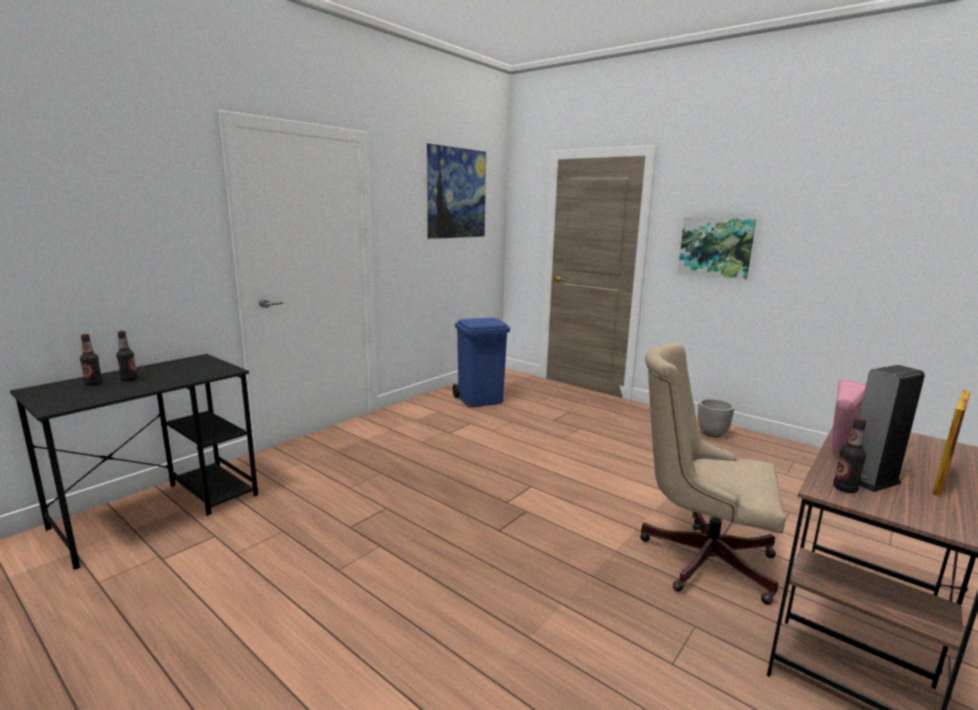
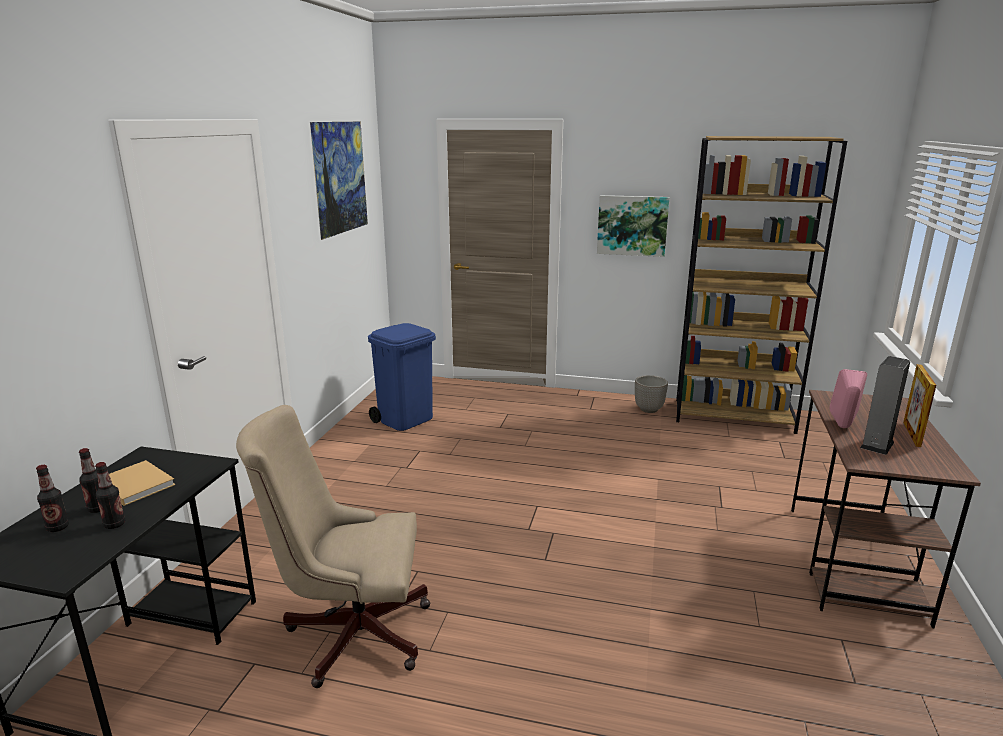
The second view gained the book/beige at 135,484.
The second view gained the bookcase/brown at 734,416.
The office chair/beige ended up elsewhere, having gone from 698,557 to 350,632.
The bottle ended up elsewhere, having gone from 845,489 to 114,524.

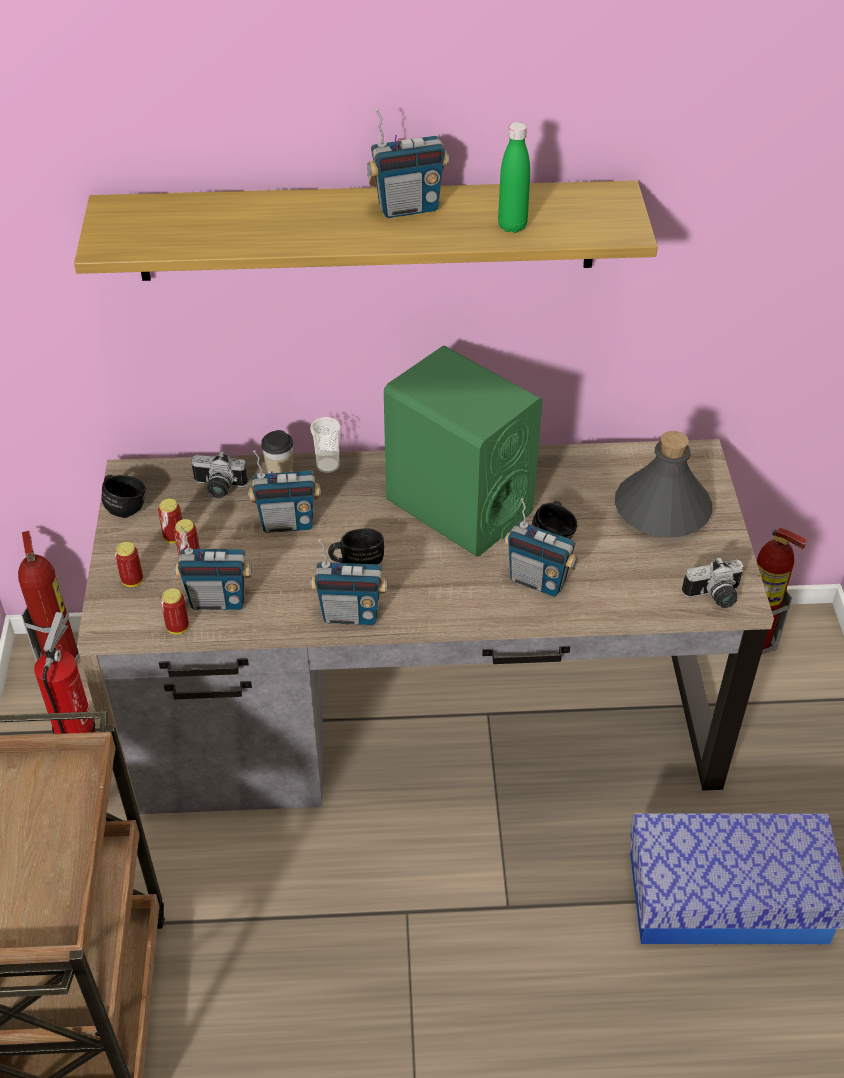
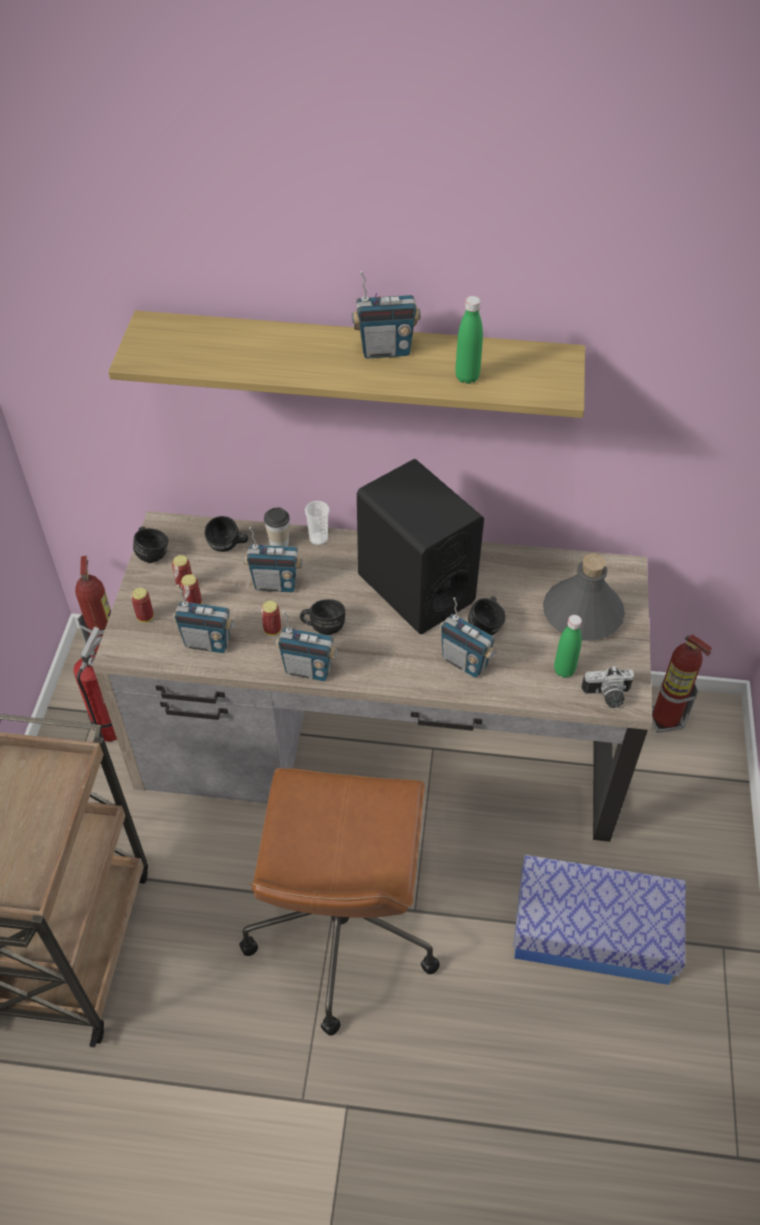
The second view gained the office chair/brown at 341,930.
The second view gained the bottle/green at 564,670.
The can ended up elsewhere, having gone from 178,627 to 272,630.
Where the photo camera stood at 218,488, the mug/black came to stand at 228,547.
What was the speaker/green at 458,506 turned into the speaker/black at 415,588.

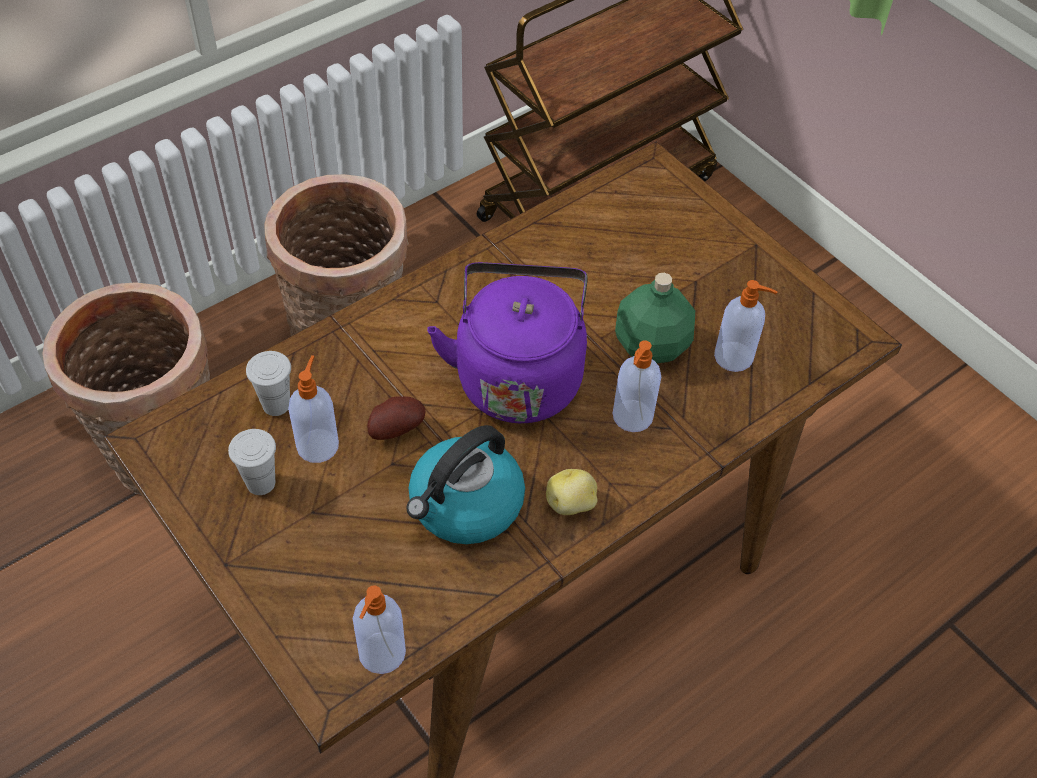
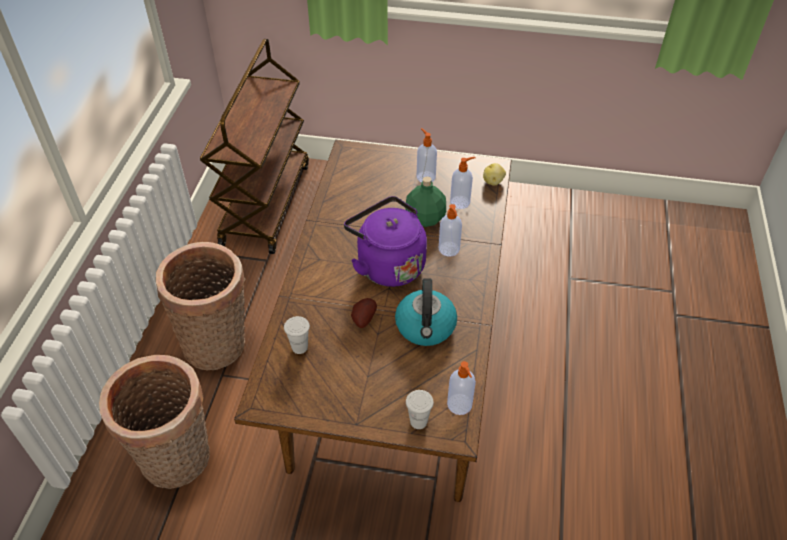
The cup/white ended up elsewhere, having gone from 261,483 to 418,421.
The soap dispenser ended up elsewhere, having gone from 318,444 to 425,176.
The potato ended up elsewhere, having gone from 571,504 to 493,181.

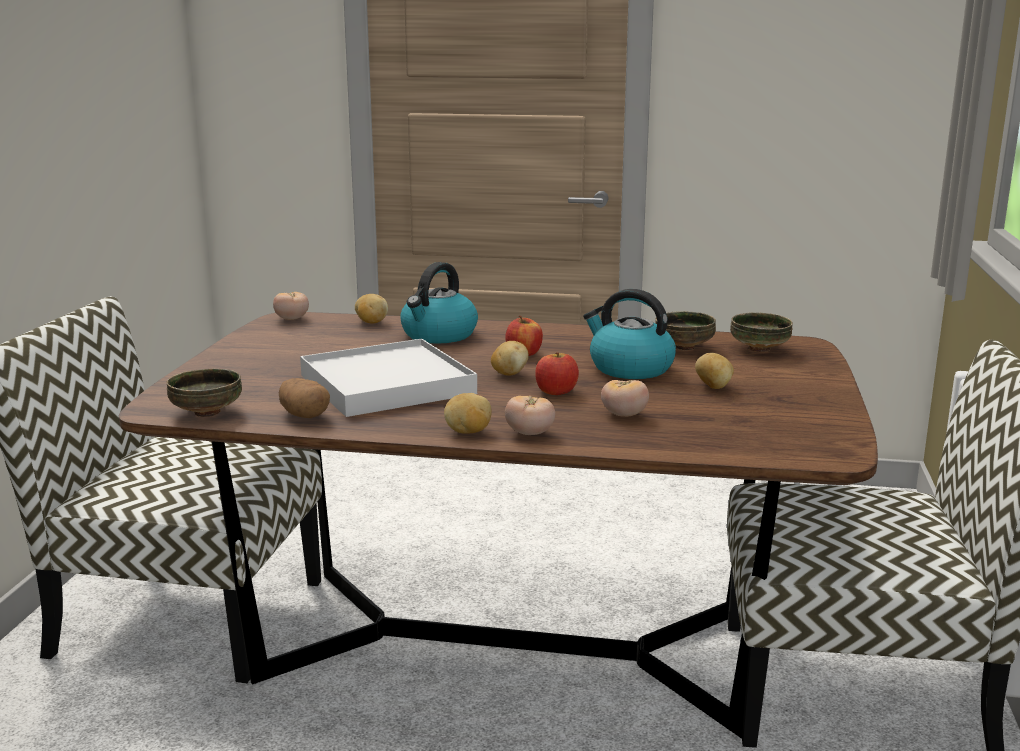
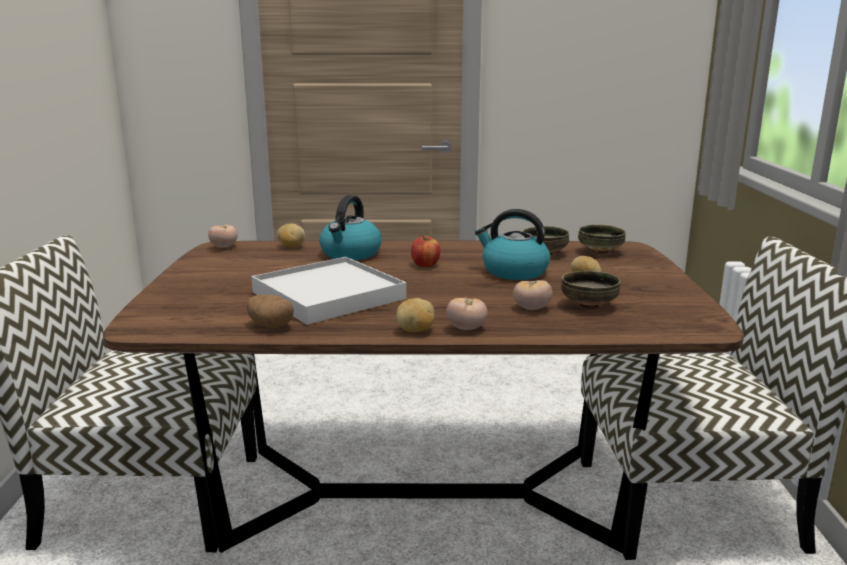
The second view lost the potato at 509,374.
The second view lost the apple at 556,391.
The bowl ended up elsewhere, having gone from 206,413 to 589,306.

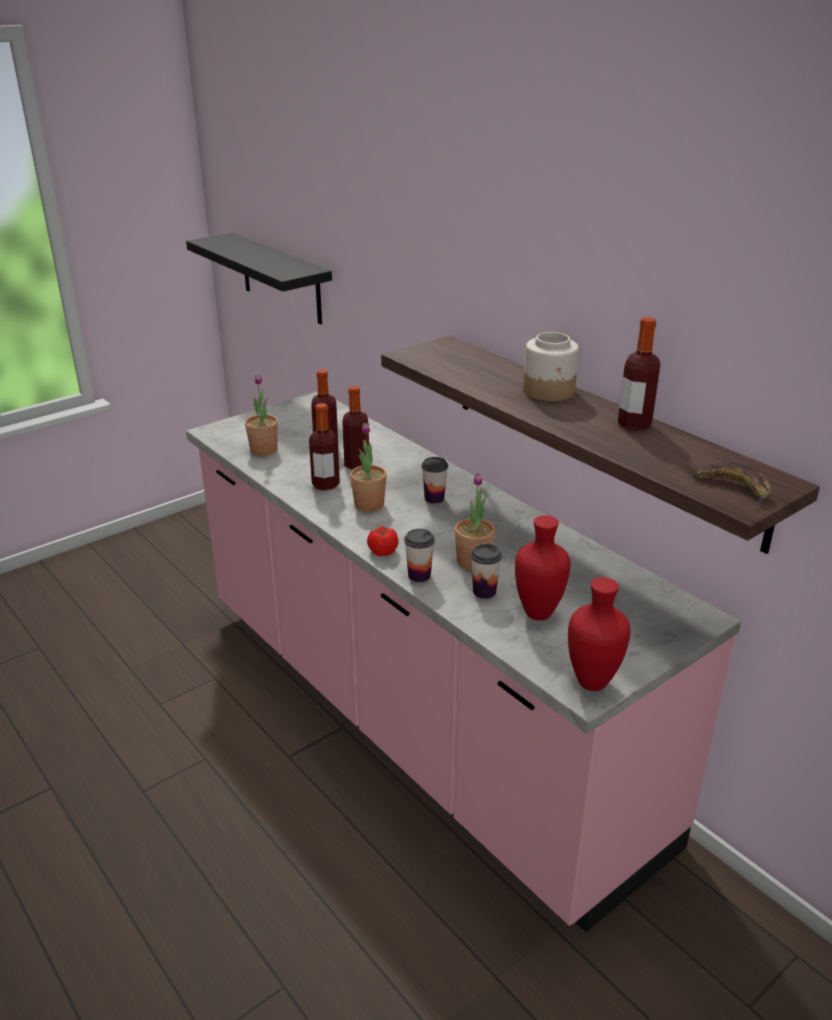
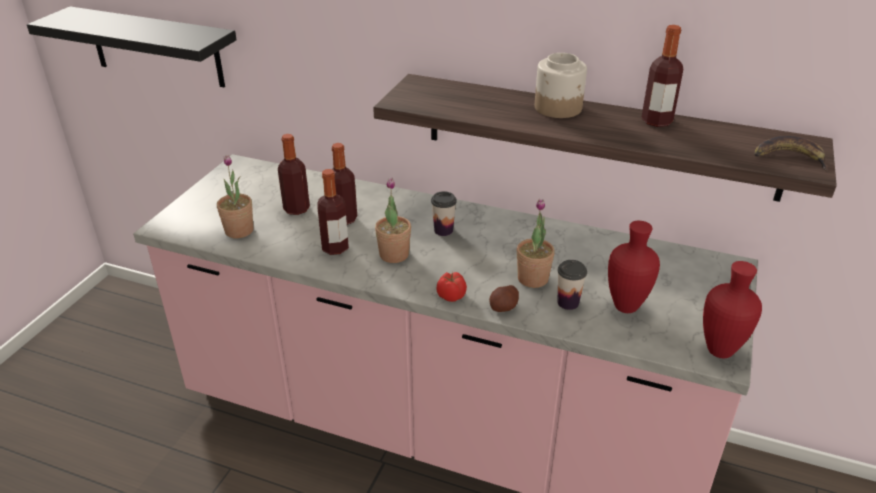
Where the cup stood at 419,575, the potato came to stand at 503,307.

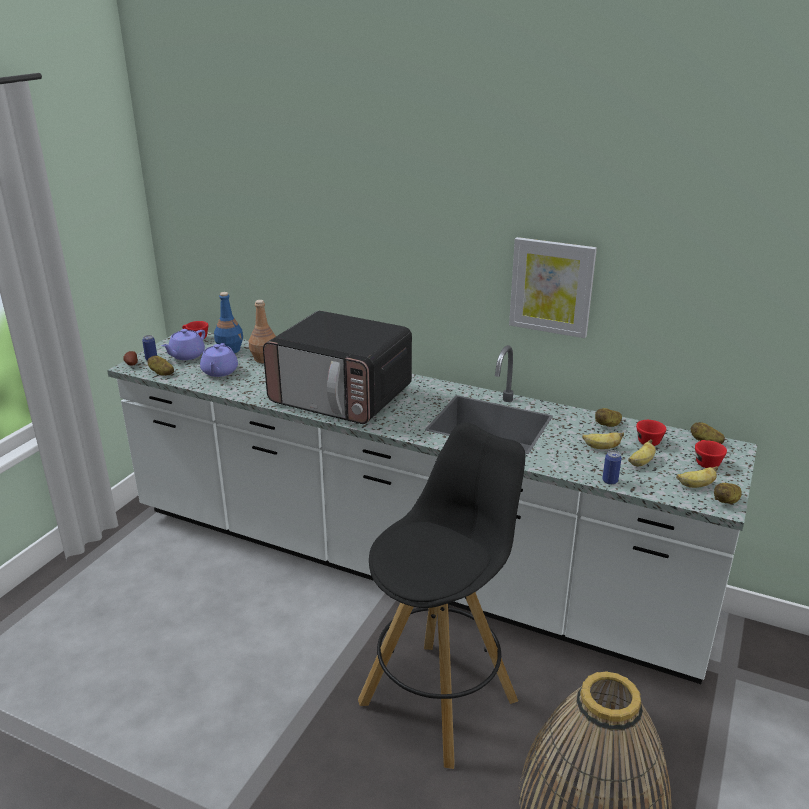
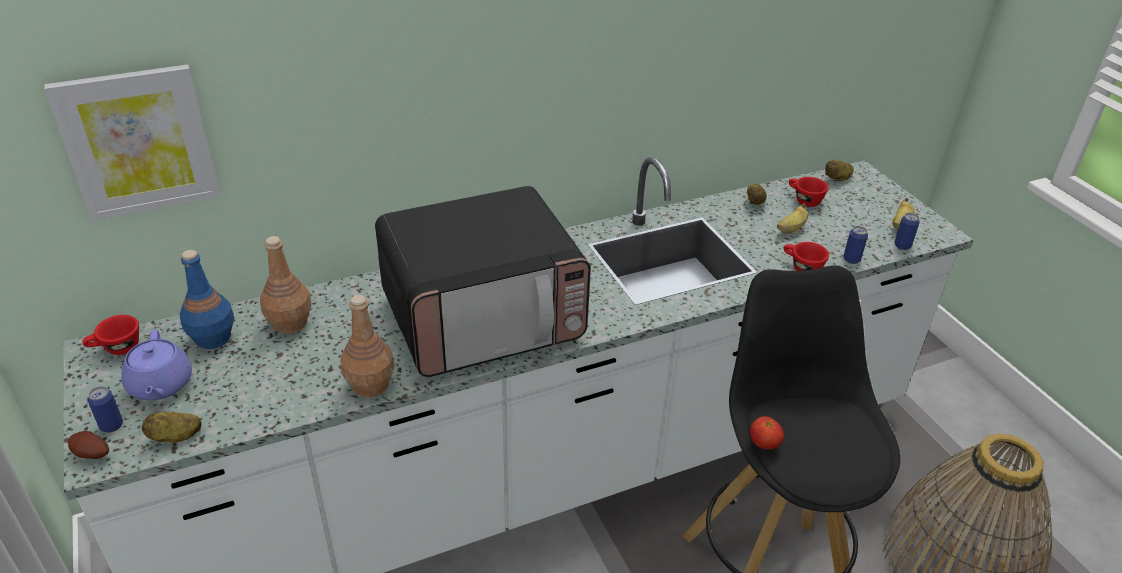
The second view lost the teapot/purple at 219,372.
The second view lost the banana at 641,463.
The second view lost the potato at 726,501.
The second view gained the bottle/brown at 370,384.
The second view gained the tomato at 764,444.
The second view gained the can at 902,246.
The picture ended up elsewhere, having gone from 552,286 to 138,141.
The cup/red ended up elsewhere, having gone from 705,461 to 801,268.

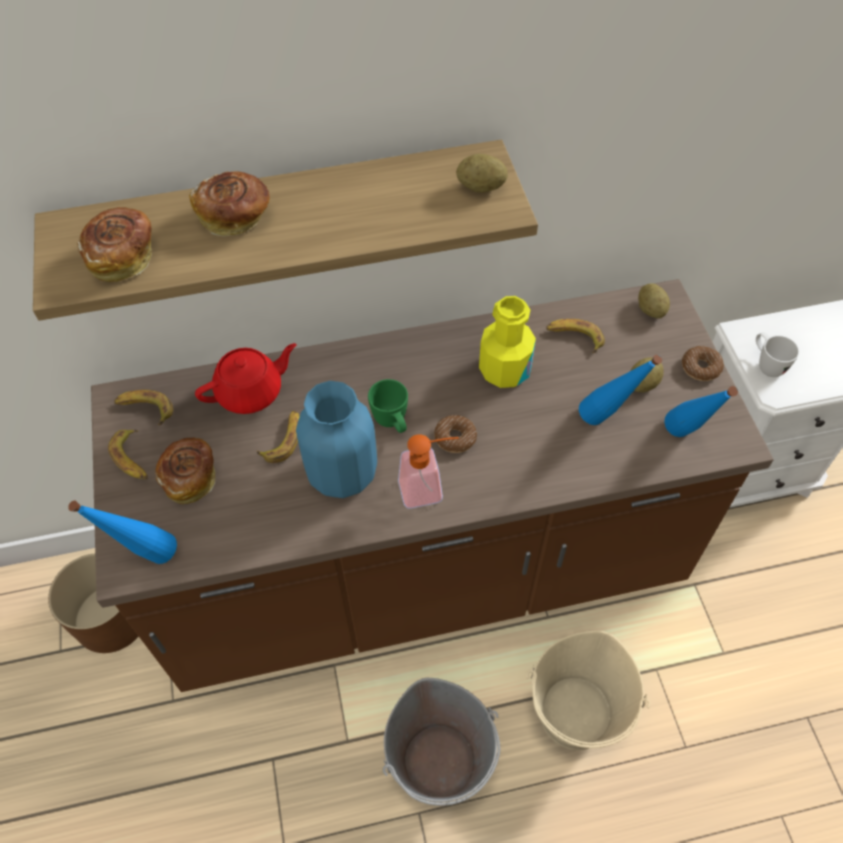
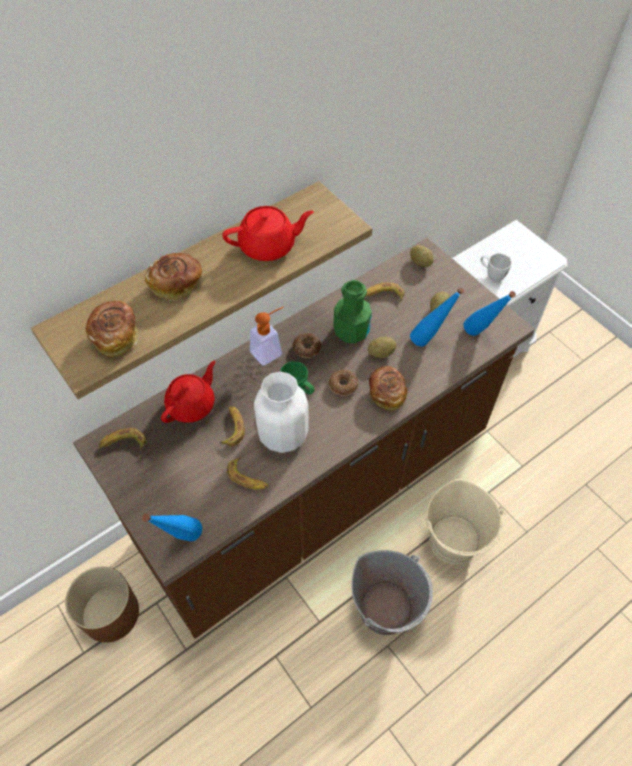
The second view gained the teapot/red at 268,246.
The banana ended up elsewhere, having gone from 132,459 to 248,478.
The bread ended up elsewhere, having gone from 190,478 to 386,394.
The soap dispenser ended up elsewhere, having gone from 428,489 to 270,350.
The potato ended up elsewhere, having gone from 481,187 to 381,353.
The donut ended up elsewhere, having gone from 700,367 to 306,348.
What was the vase/blue at 342,473 turned into the vase/white at 283,434.
What was the bottle/yellow at 504,370 turned into the bottle/green at 351,331.

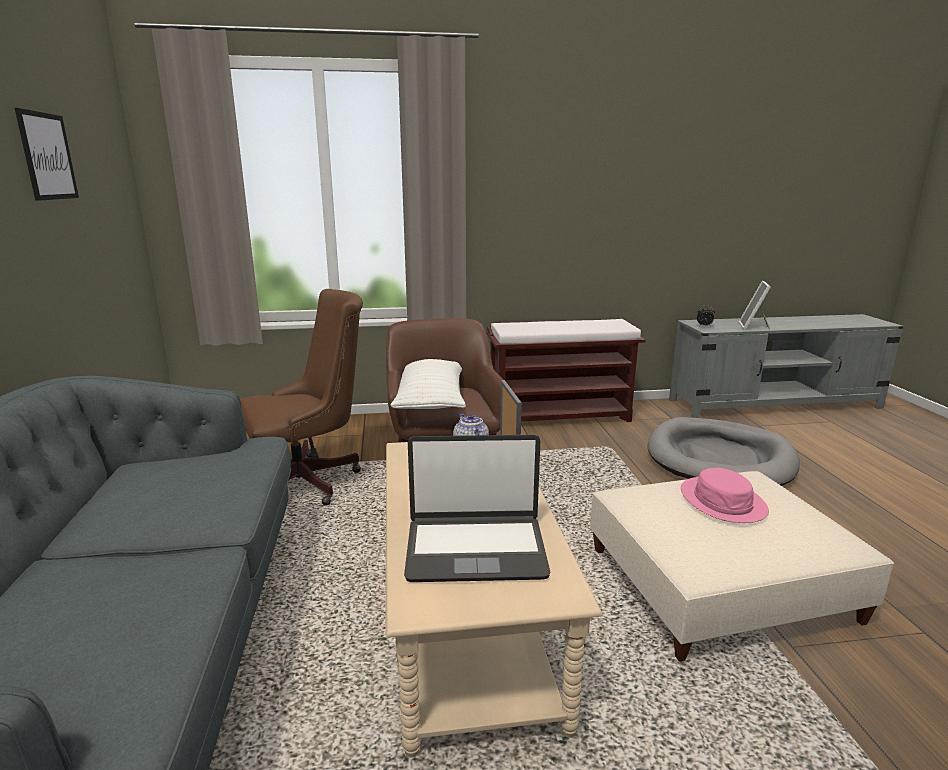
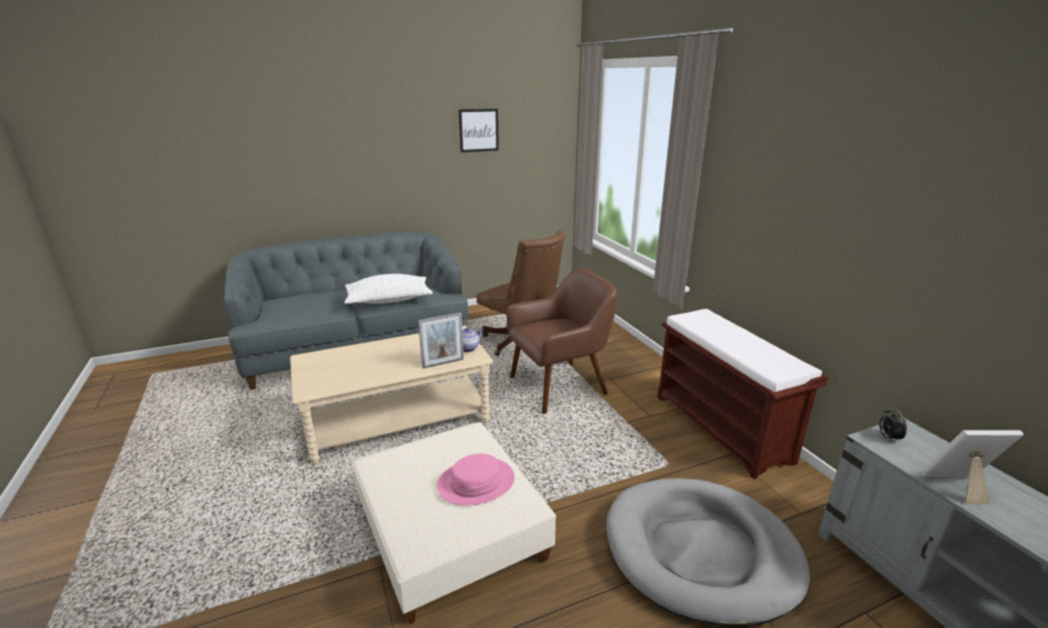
The second view lost the laptop at 475,549.
The pillow/white ended up elsewhere, having gone from 430,401 to 389,300.

